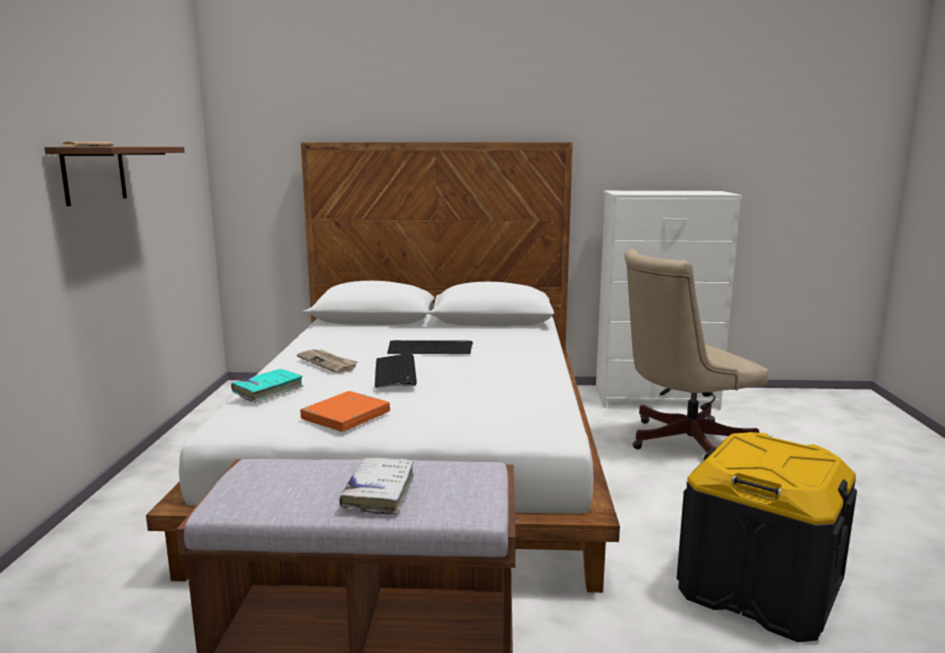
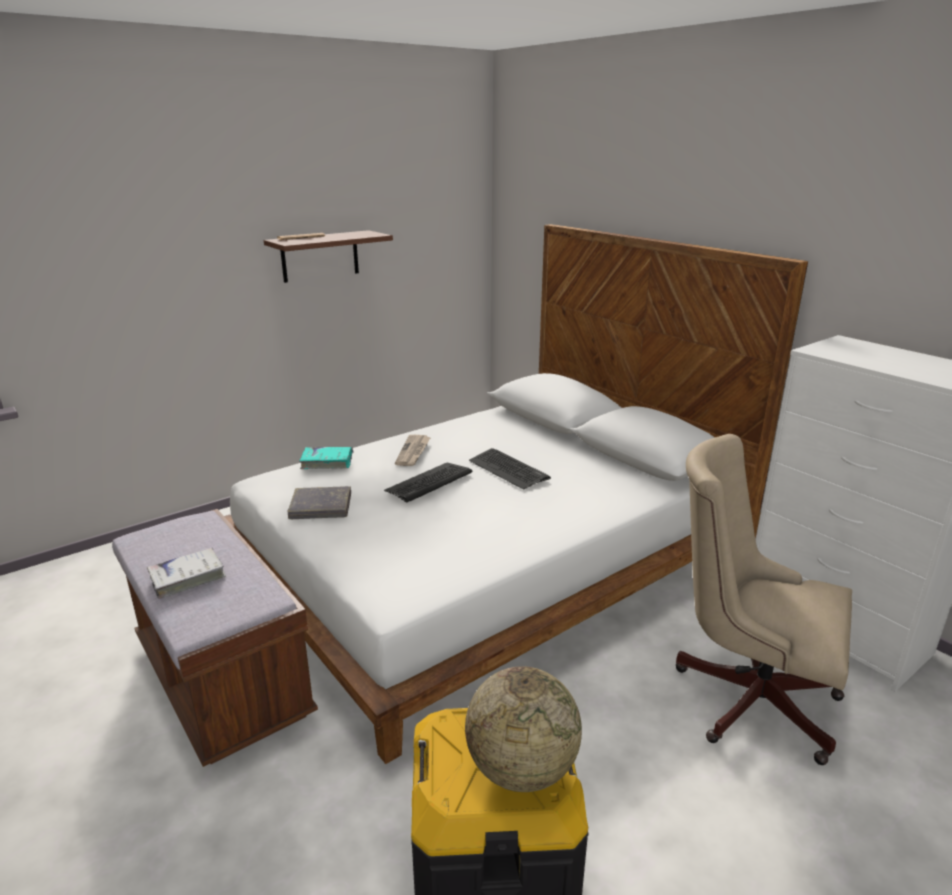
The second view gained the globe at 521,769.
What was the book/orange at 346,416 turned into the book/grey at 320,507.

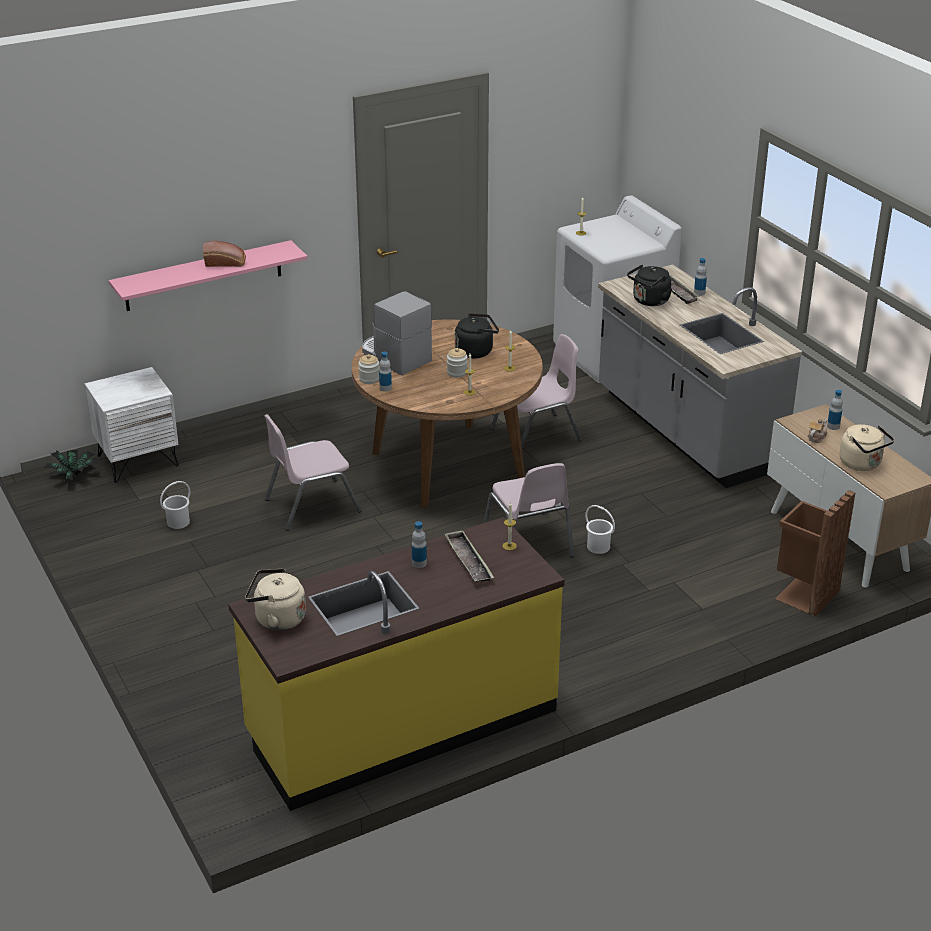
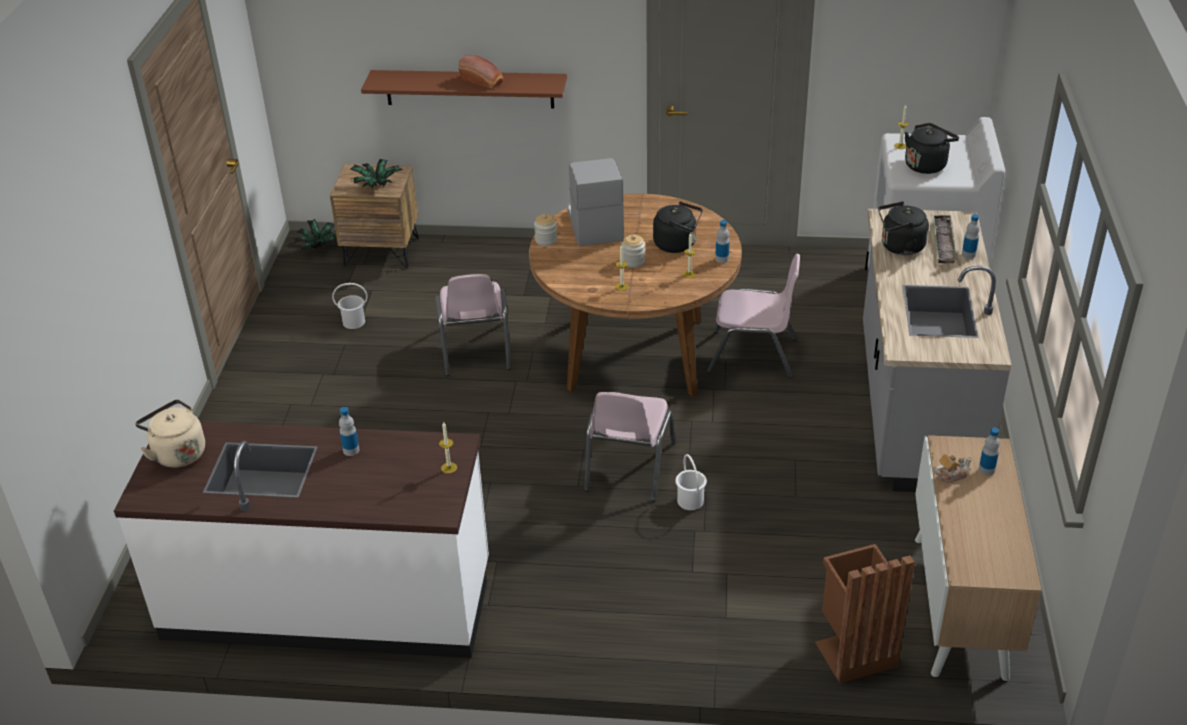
The second view lost the tray at 468,561.
The second view lost the kettle/beige at 862,464.
The second view gained the potted plant at 376,186.
The second view gained the kettle/black at 926,165.
The bottle ended up elsewhere, having gone from 385,388 to 722,259.
What was the nightstand/white at 138,460 turned into the nightstand/brown at 382,251.
What was the shelf/pink at 203,276 turned into the shelf/brown at 469,89.
What was the counter/yellow at 402,723 turned into the counter/white at 328,601.
The chair/pink at 311,505 ended up facing another way, 105 degrees counterclockwise from before.

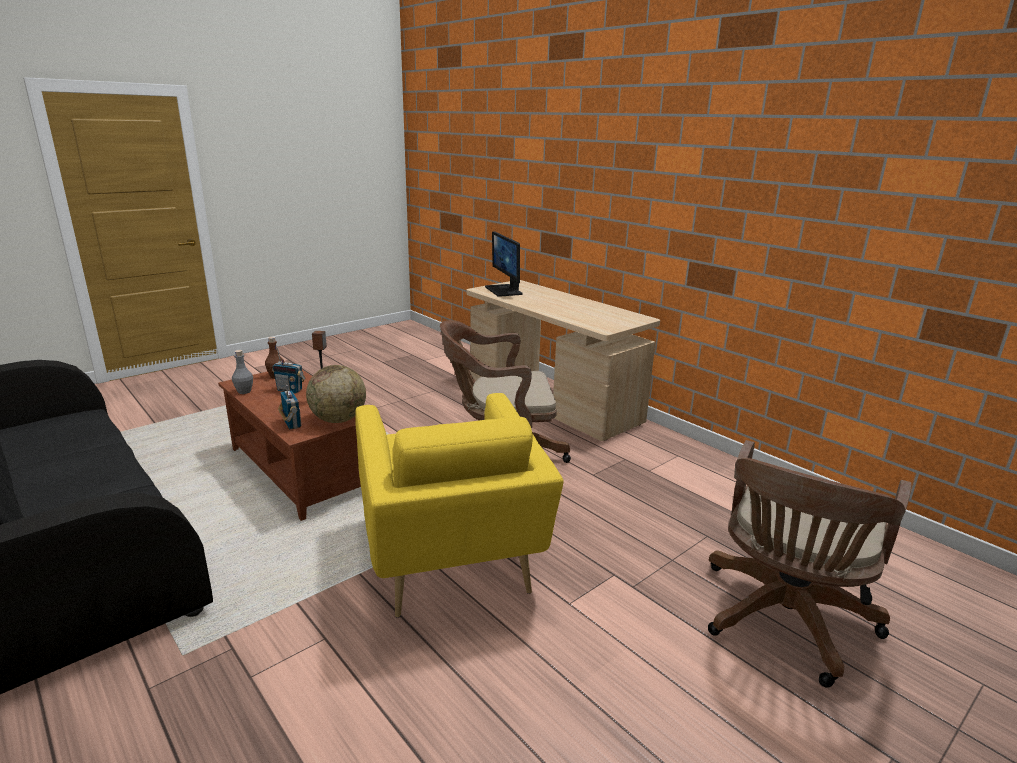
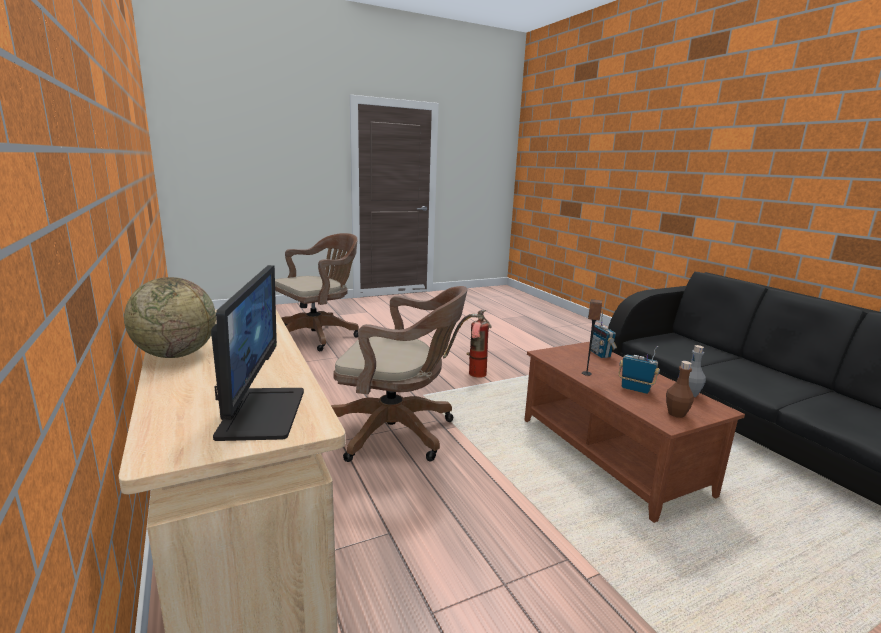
The globe ended up elsewhere, having gone from 338,419 to 176,354.
Where the armchair/yellow stood at 449,559, the fire extinguisher came to stand at 470,374.

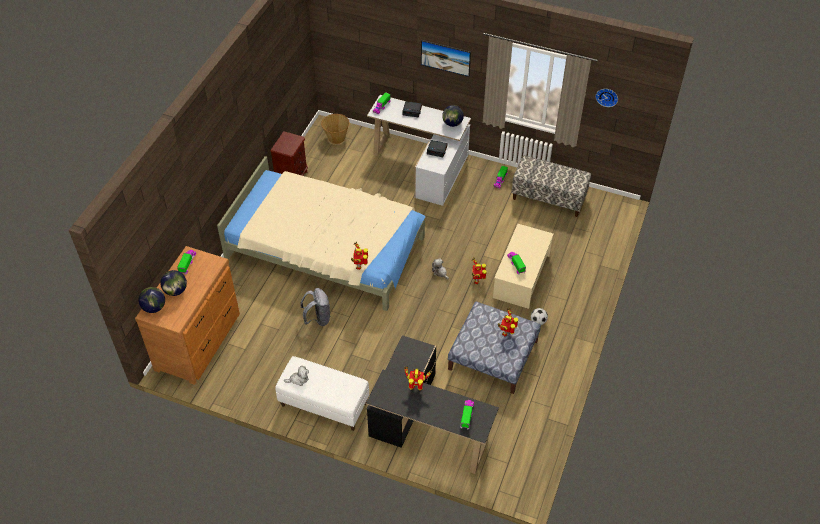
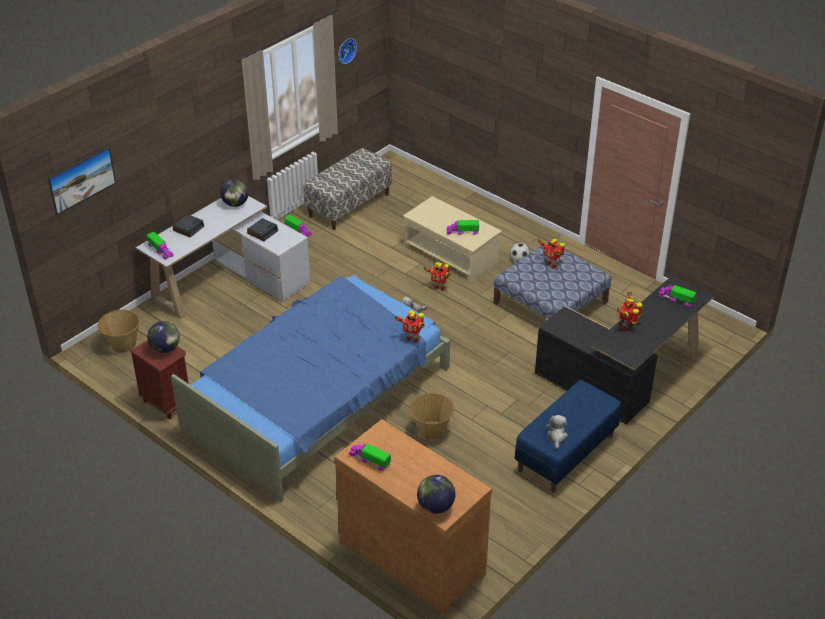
The globe ended up elsewhere, having gone from 175,291 to 165,348.
The picture ended up elsewhere, having gone from 445,64 to 84,189.
Where the backpack/grey stood at 318,319, the basket came to stand at 431,430.
What was the bed/beige at 327,249 turned into the bed/blue at 319,397.
What was the bench/white at 323,404 turned into the bench/blue at 566,453.

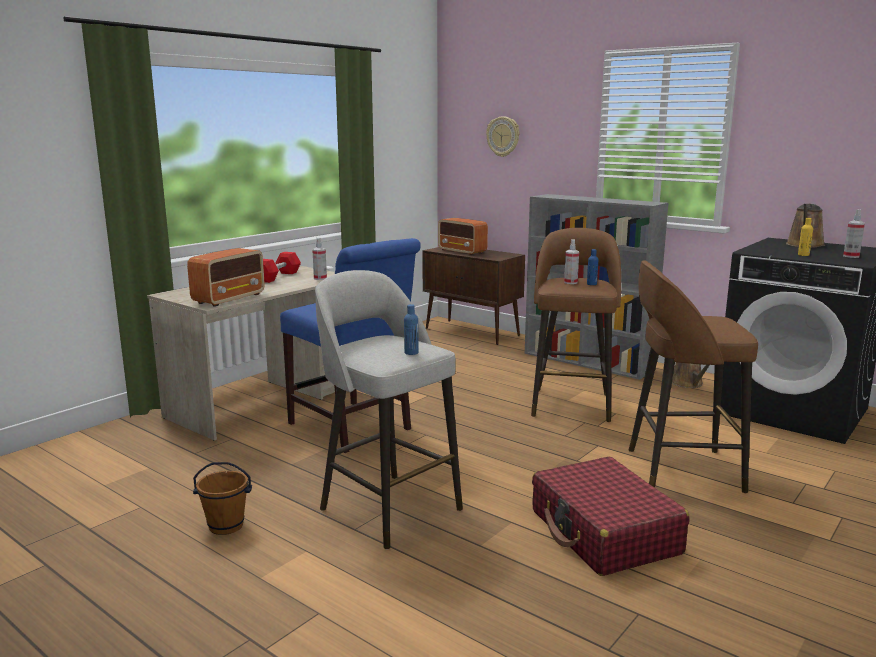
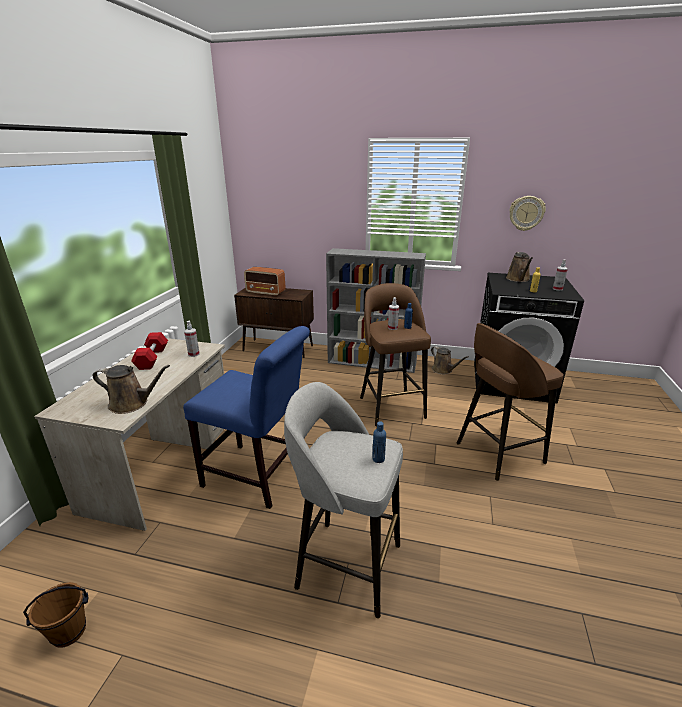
The second view lost the suitcase/red at 604,532.
The bucket/brown ended up elsewhere, having gone from 226,526 to 69,633.
The wall clock ended up elsewhere, having gone from 503,136 to 526,213.
Where the radio stood at 230,298, the watering can/brown came to stand at 132,404.

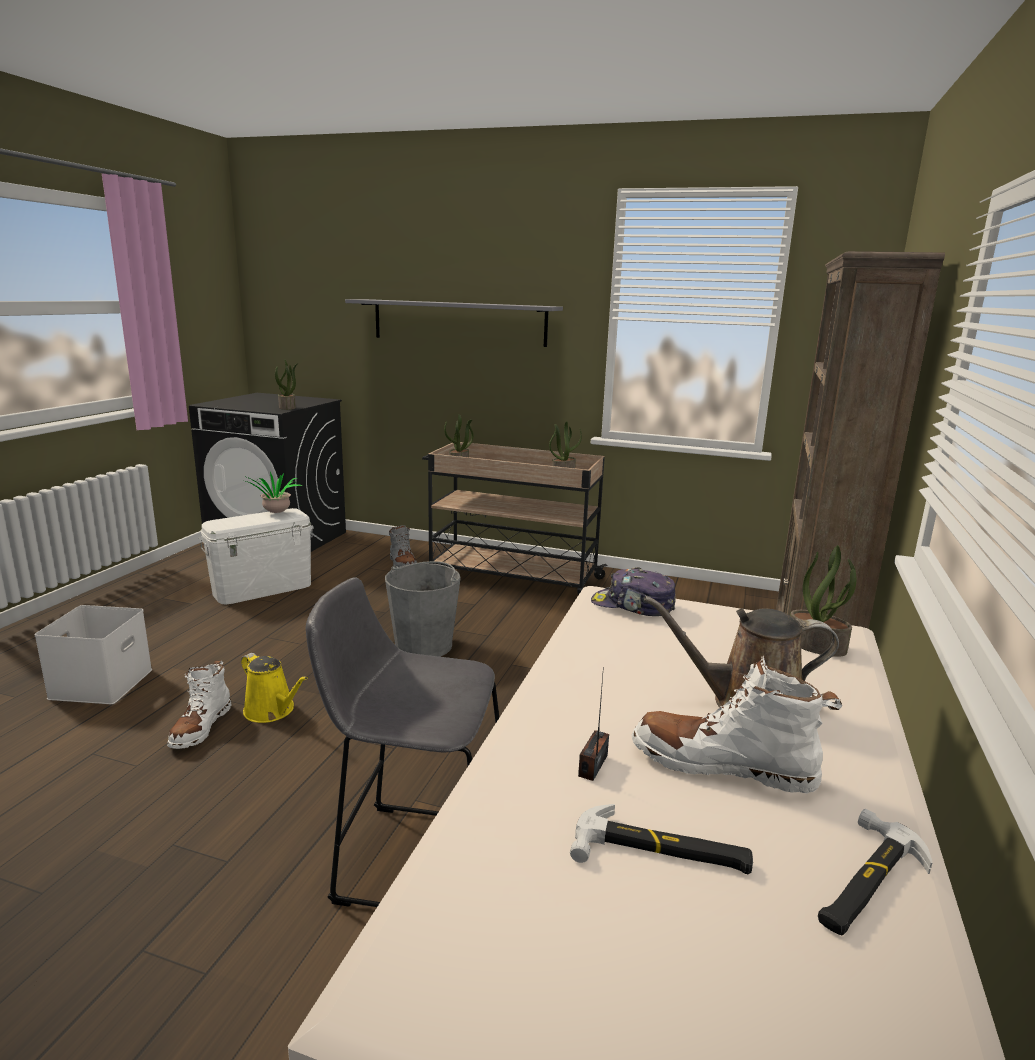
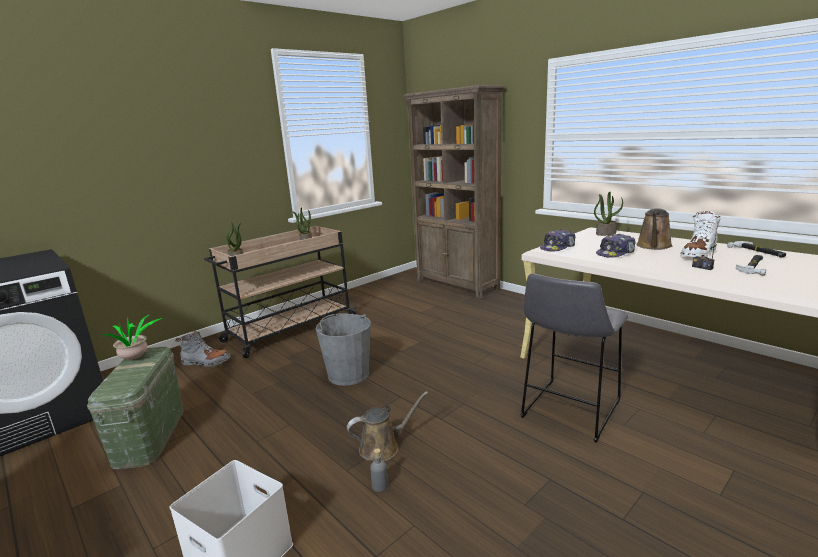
The second view lost the potted plant at 287,407.
The second view lost the shelf/grey at 458,322.
The second view gained the cap at 615,253.
Where the boot/white stood at 201,727, the bottle/grey came to stand at 380,486.
What was the storage box/white at 262,588 turned into the storage box/green at 150,436.
What was the watering can/yellow at 272,711 turned into the watering can/brown at 383,447.

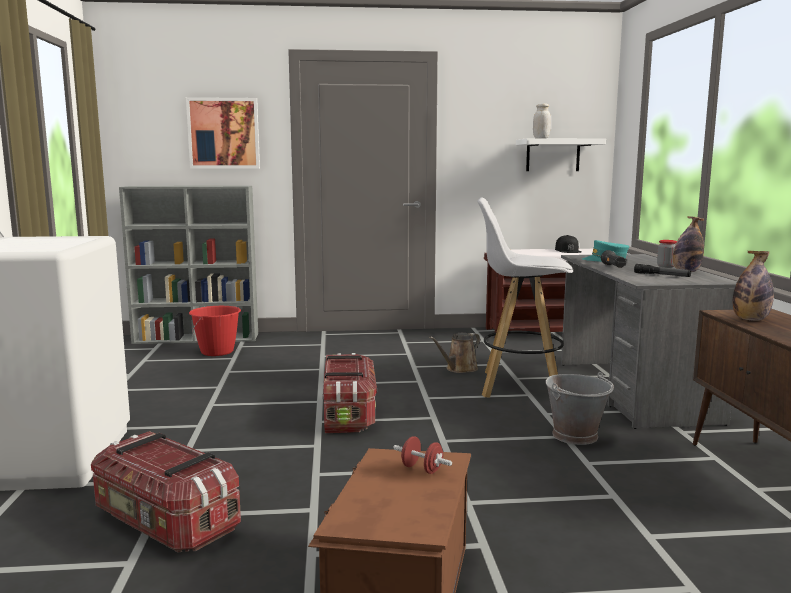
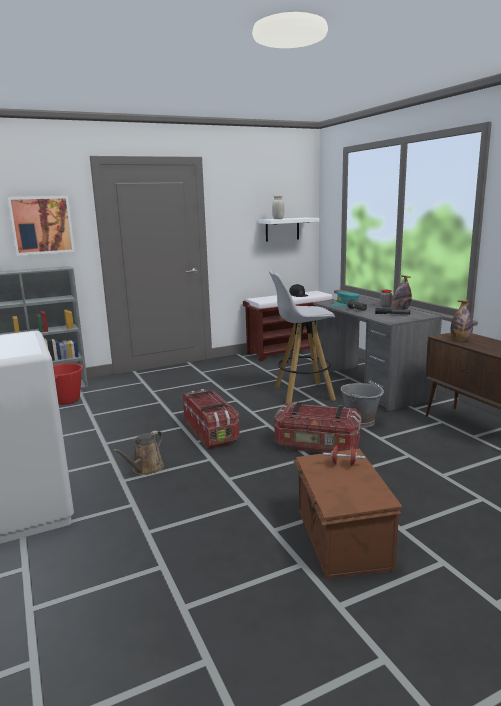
The storage box ended up elsewhere, having gone from 165,522 to 317,445.
The watering can/brown ended up elsewhere, having gone from 459,369 to 146,469.

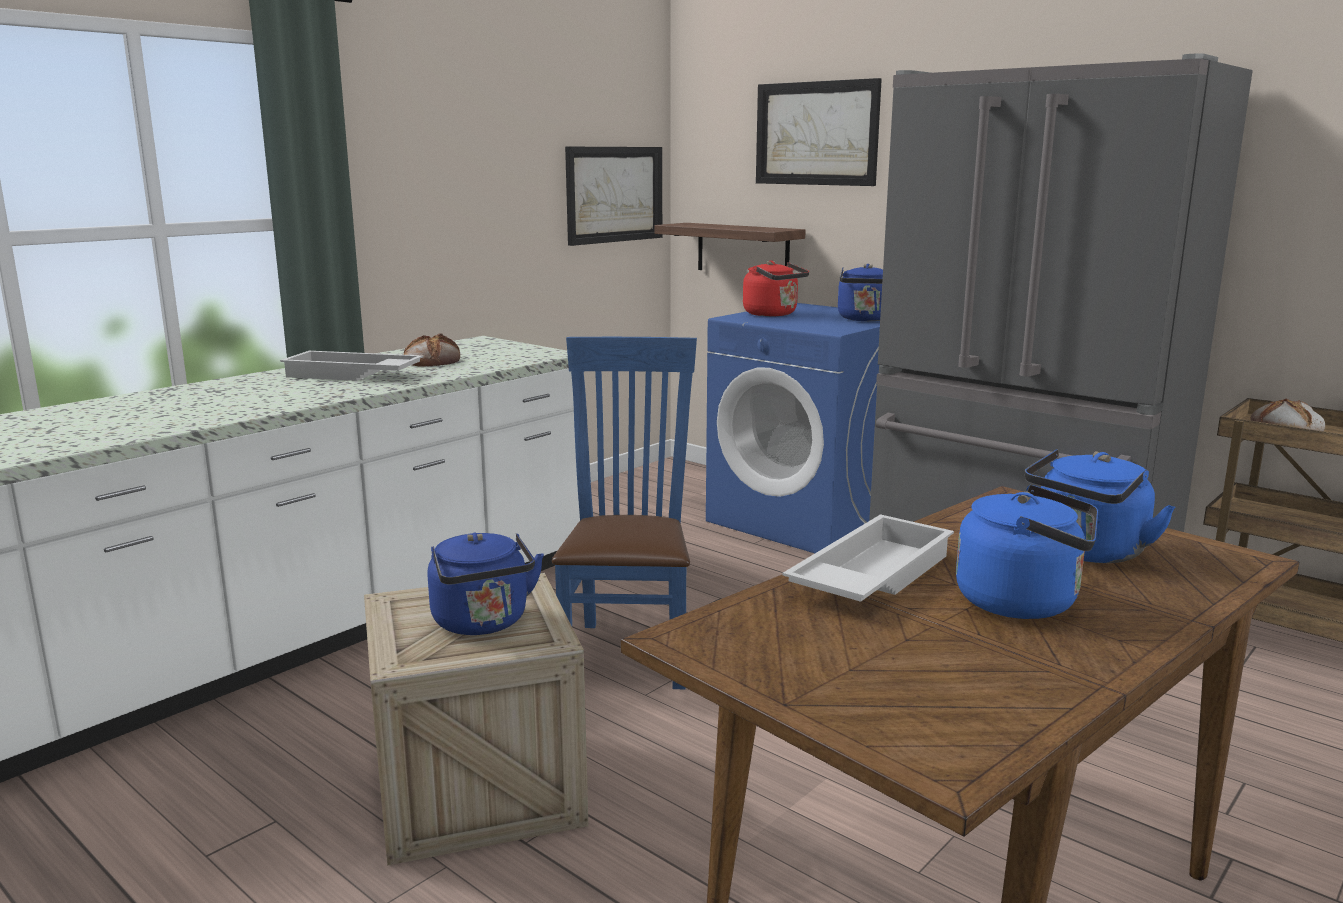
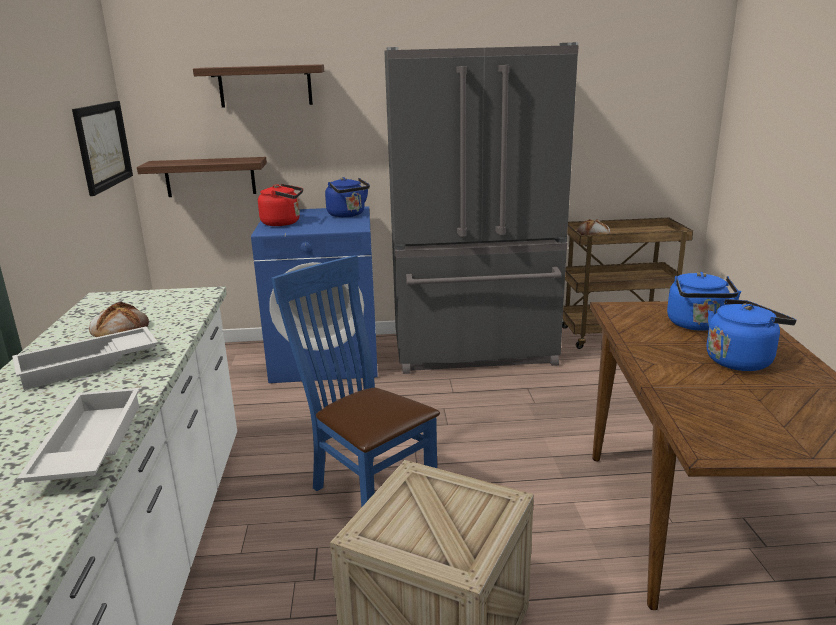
The second view lost the kettle/blue at 483,623.
The tray/white ended up elsewhere, having gone from 869,575 to 87,446.
Where the picture hung at 816,133, the shelf came to hang at 265,86.

